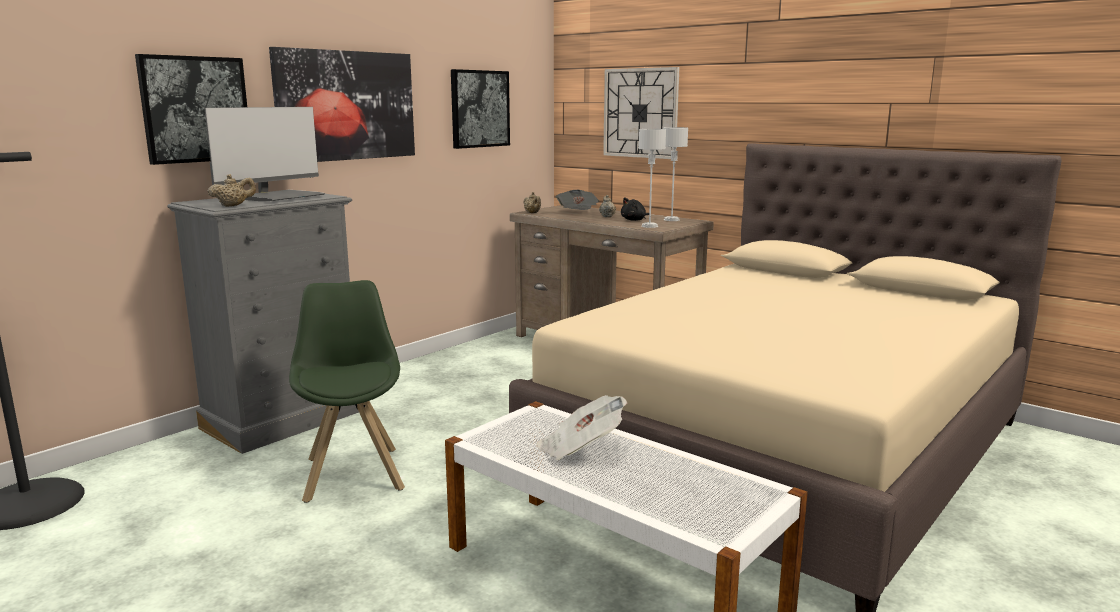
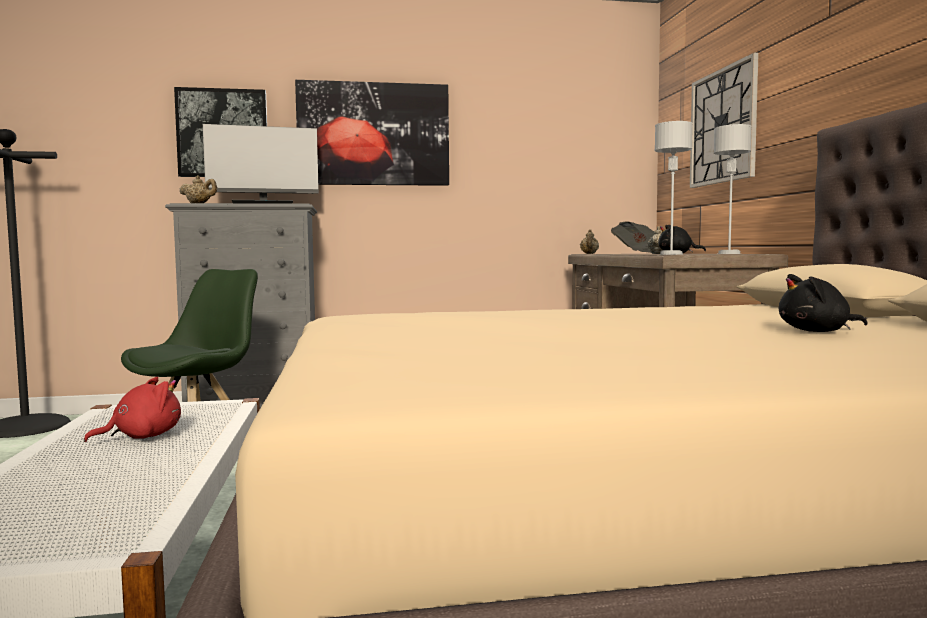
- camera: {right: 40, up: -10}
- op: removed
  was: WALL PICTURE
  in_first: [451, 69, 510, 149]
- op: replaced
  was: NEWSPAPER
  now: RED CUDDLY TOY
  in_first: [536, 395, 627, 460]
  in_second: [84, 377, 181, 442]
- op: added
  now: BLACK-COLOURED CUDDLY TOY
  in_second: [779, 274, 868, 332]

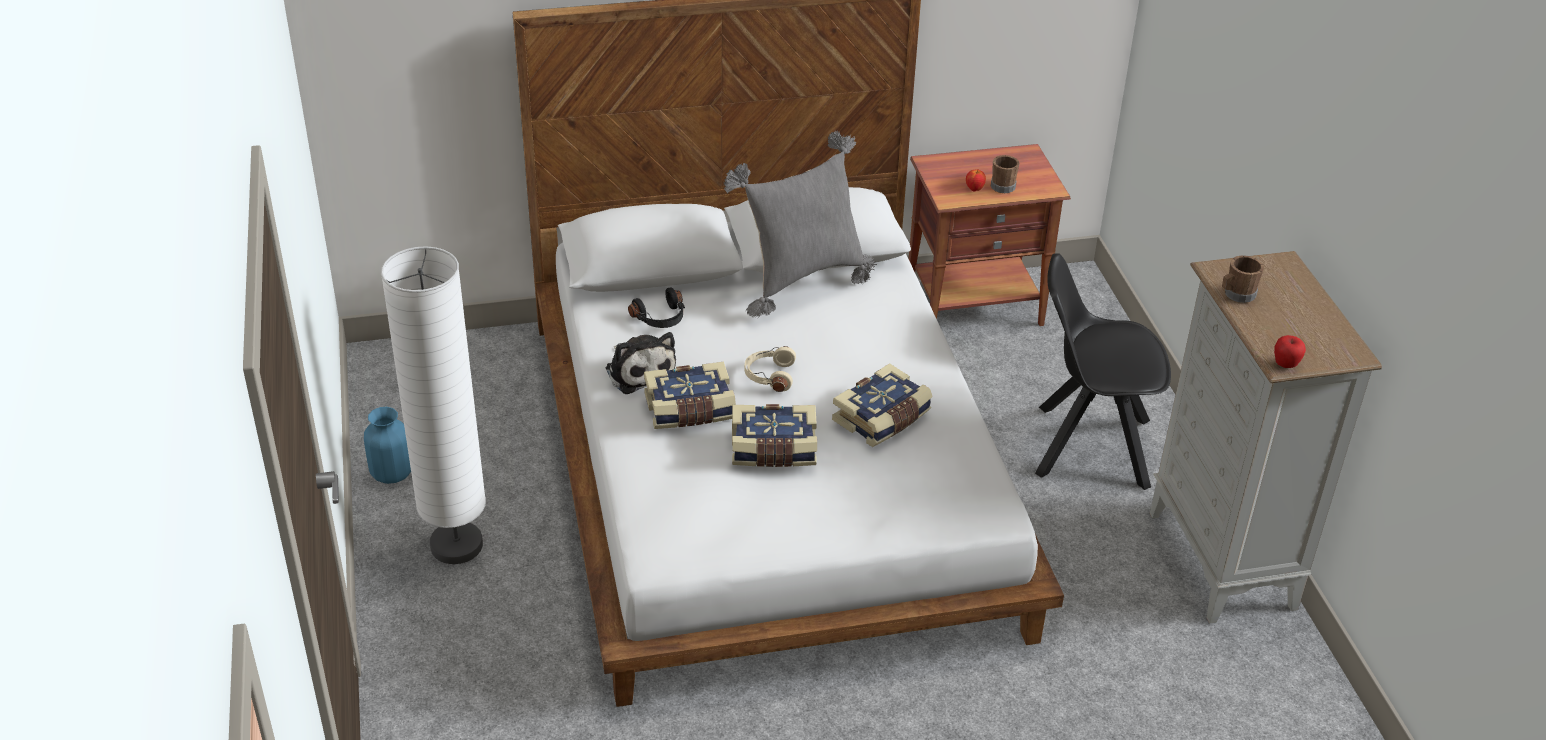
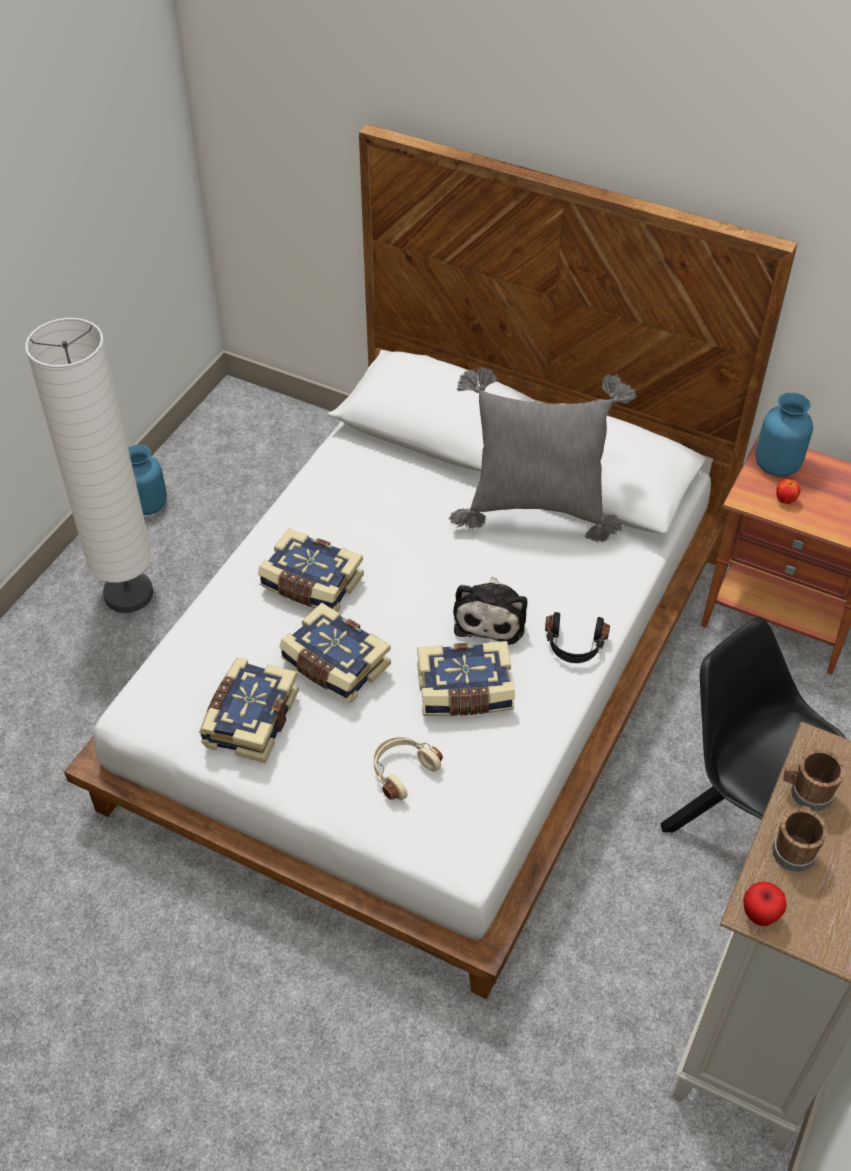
- camera: {right: 40, up: 10}
- op: moved
  was: BROWN-COLOURED TEA MUG
  in_first: [991, 155, 1020, 193]
  in_second: [773, 805, 828, 872]
- op: moved
  was: BLACK-COLOURED HEADSET
  in_first: [628, 288, 685, 328]
  in_second: [545, 612, 610, 663]
- op: moved
  was: CUDDLY TOY
  in_first: [606, 332, 676, 394]
  in_second: [453, 577, 527, 645]
- op: moved
  was: SAND-COLOURED HEADSET
  in_first: [745, 346, 796, 392]
  in_second: [374, 737, 443, 800]
- op: added
  now: BLUE-COLOURED VASE
  in_second: [755, 393, 813, 476]
- op: added
  now: BOUND BOOK
  in_second: [199, 657, 299, 763]

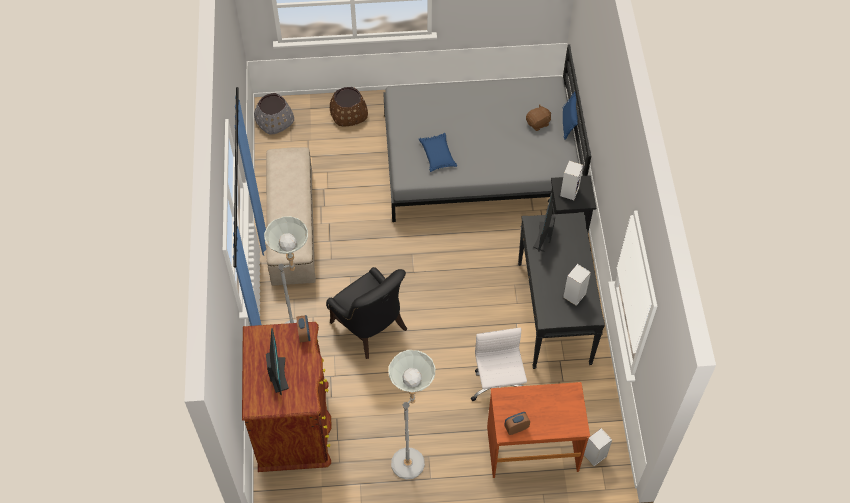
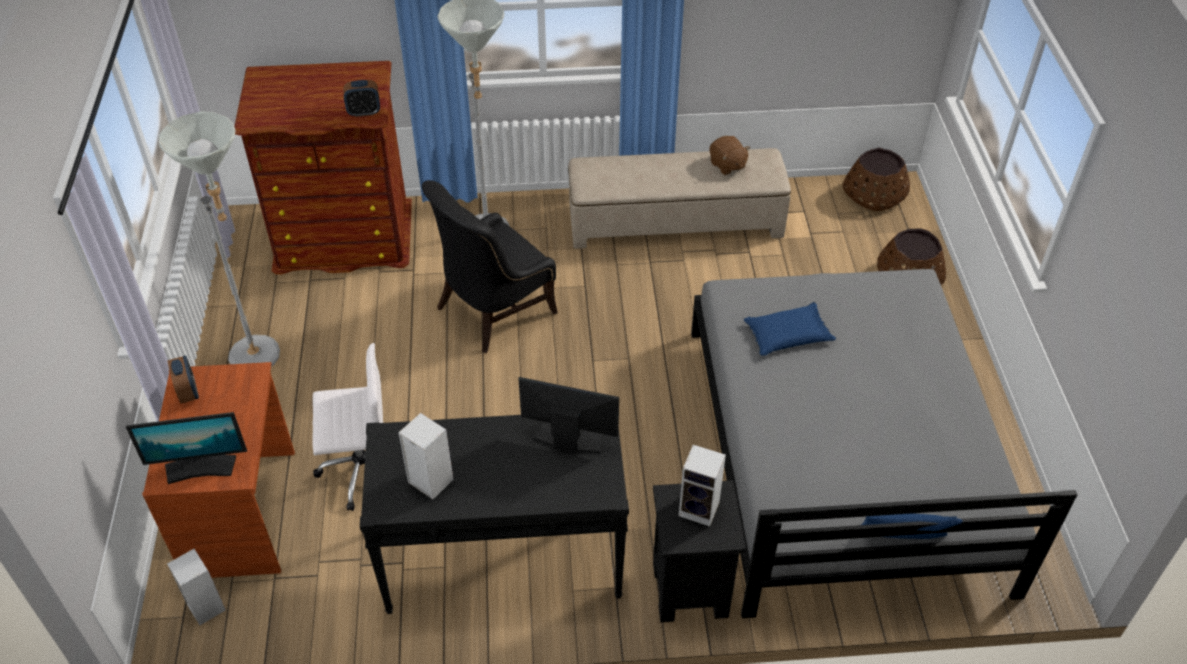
- camera: {right: 90, up: -10}
- op: recoloured
  was: GRAY PLANT POT
  now: BROWN-COLOURED PLANT POT
  in_first: [254, 93, 294, 135]
  in_second: [843, 148, 910, 211]
- op: moved
  was: BROWN-COLOURED CUDDLY TOY
  in_first: [526, 104, 551, 131]
  in_second: [709, 136, 750, 175]
- op: moved
  was: MONITOR
  in_first: [266, 328, 289, 395]
  in_second: [126, 412, 247, 484]

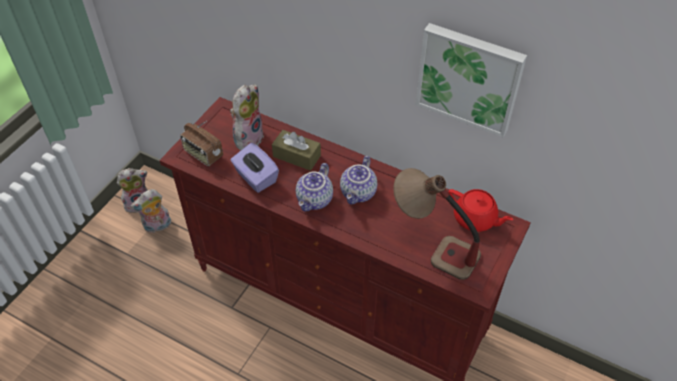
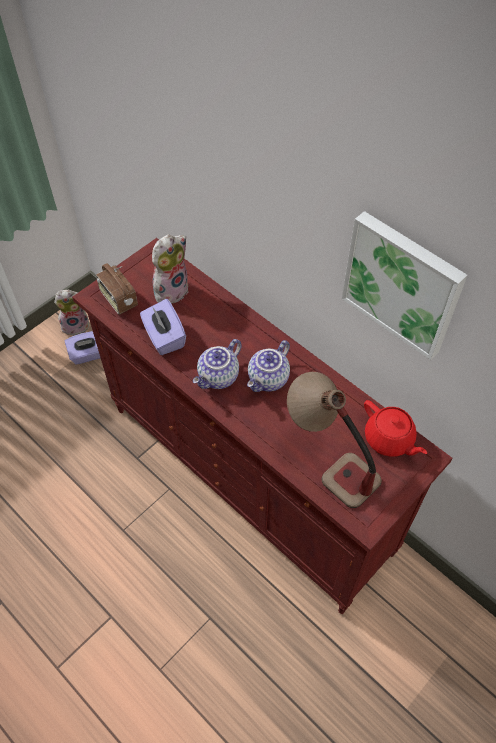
- camera: {right: 15, up: 5}
- op: removed
  was: BROWN-COLOURED TISSUE BOX
  in_first: [272, 130, 321, 171]
- op: replaced
  was: CUDDLY TOY
  now: PURPLISH TISSUE BOX
  in_first: [130, 189, 171, 233]
  in_second: [65, 331, 100, 364]

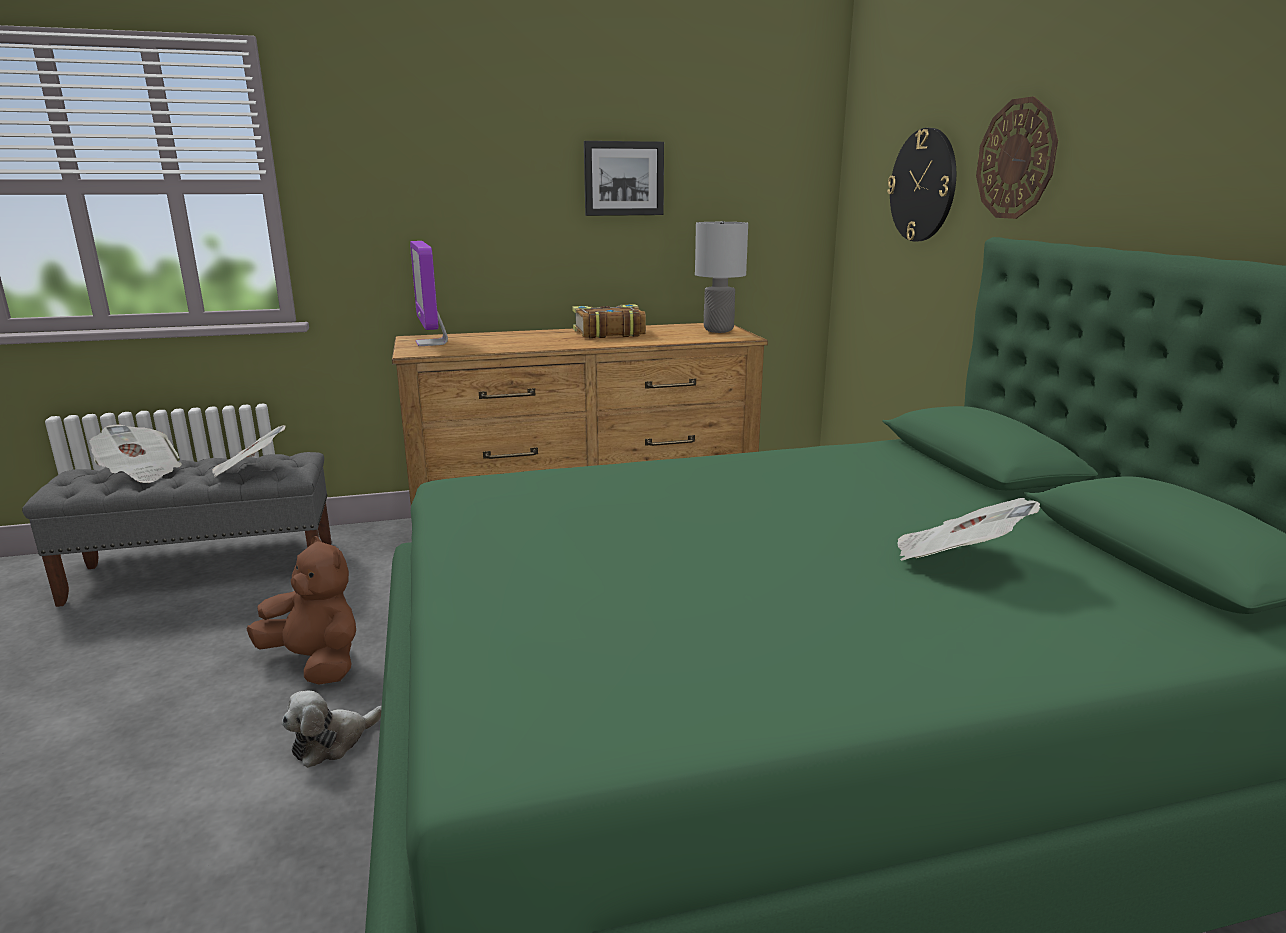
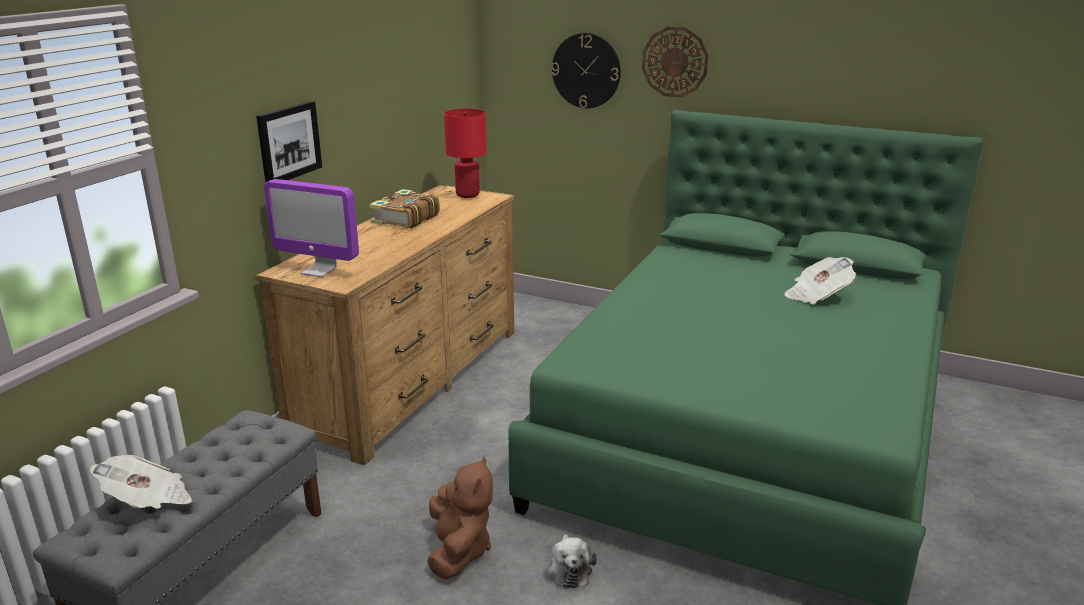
- camera: {right: -50, up: 5}
- op: moved
  was: WALL PICTURE
  in_first: [584, 141, 664, 216]
  in_second: [256, 101, 322, 183]
- op: recoloured
  was: GRAY LAMP FOR A TABLE
  now: RED LAMP FOR A TABLE
  in_first: [695, 221, 748, 333]
  in_second: [444, 109, 487, 198]
- op: removed
  was: NEWSPAPER
  in_first: [212, 425, 285, 477]
- op: turned
  was: BROWN-COLOURED CUDDLY TOY
  in_first: [246, 536, 356, 685]
  in_second: [427, 456, 493, 579]
  clockwise: 105

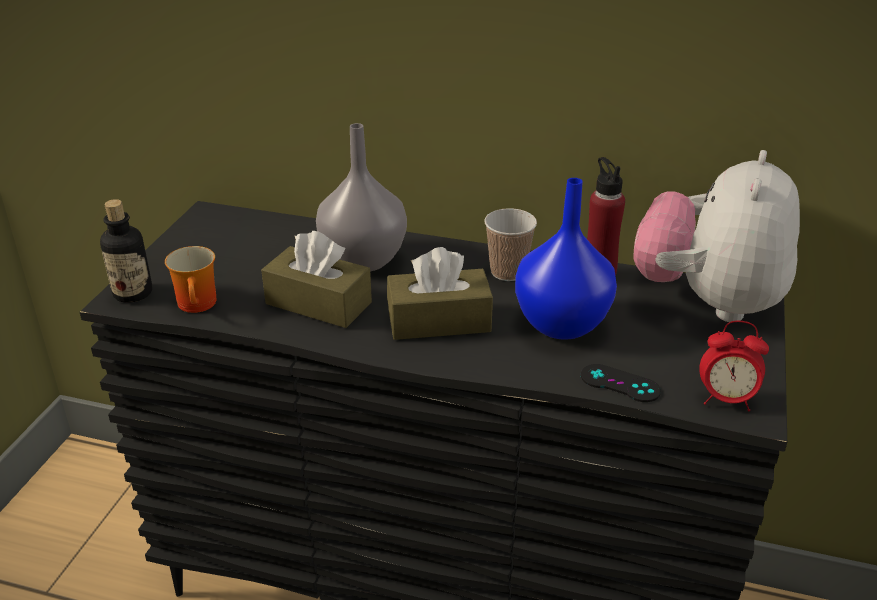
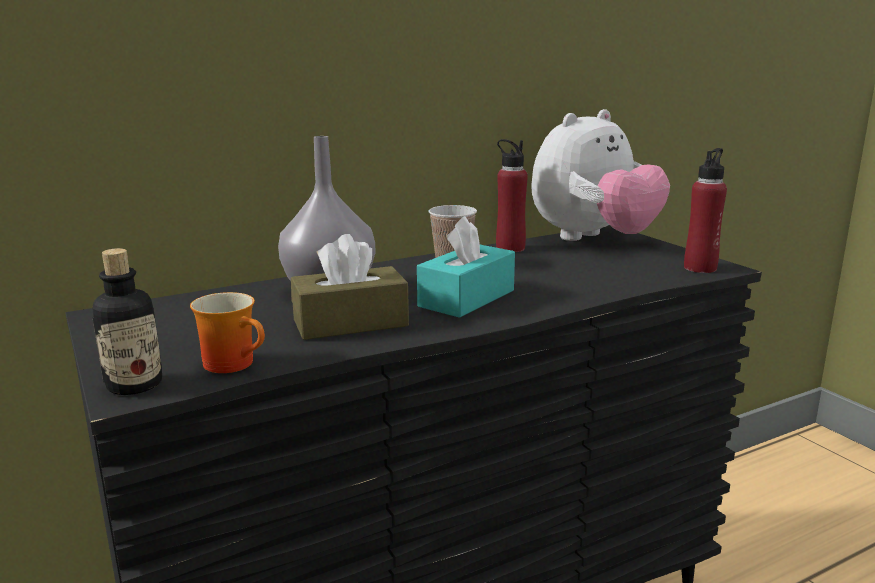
- camera: {right: -45, up: -15}
- op: turned
  was: CUDDLY TOY
  in_first: [633, 150, 800, 322]
  in_second: [531, 109, 670, 241]
  clockwise: -105
- op: removed
  was: BLUE-COLOURED VASE
  in_first: [515, 178, 617, 340]
- op: recoloured
  was: BROWN-COLOURED TISSUE BOX
  now: BLUE-GREEN TISSUE BOX
  in_first: [387, 247, 493, 340]
  in_second: [417, 216, 515, 318]
- op: replaced
  was: BEDSIDE CLOCK
  now: RED DRINK BOTTLE
  in_first: [699, 321, 769, 411]
  in_second: [684, 148, 727, 273]
- op: removed
  was: BLACK-COLOURED GAMEPAD
  in_first: [581, 364, 661, 402]

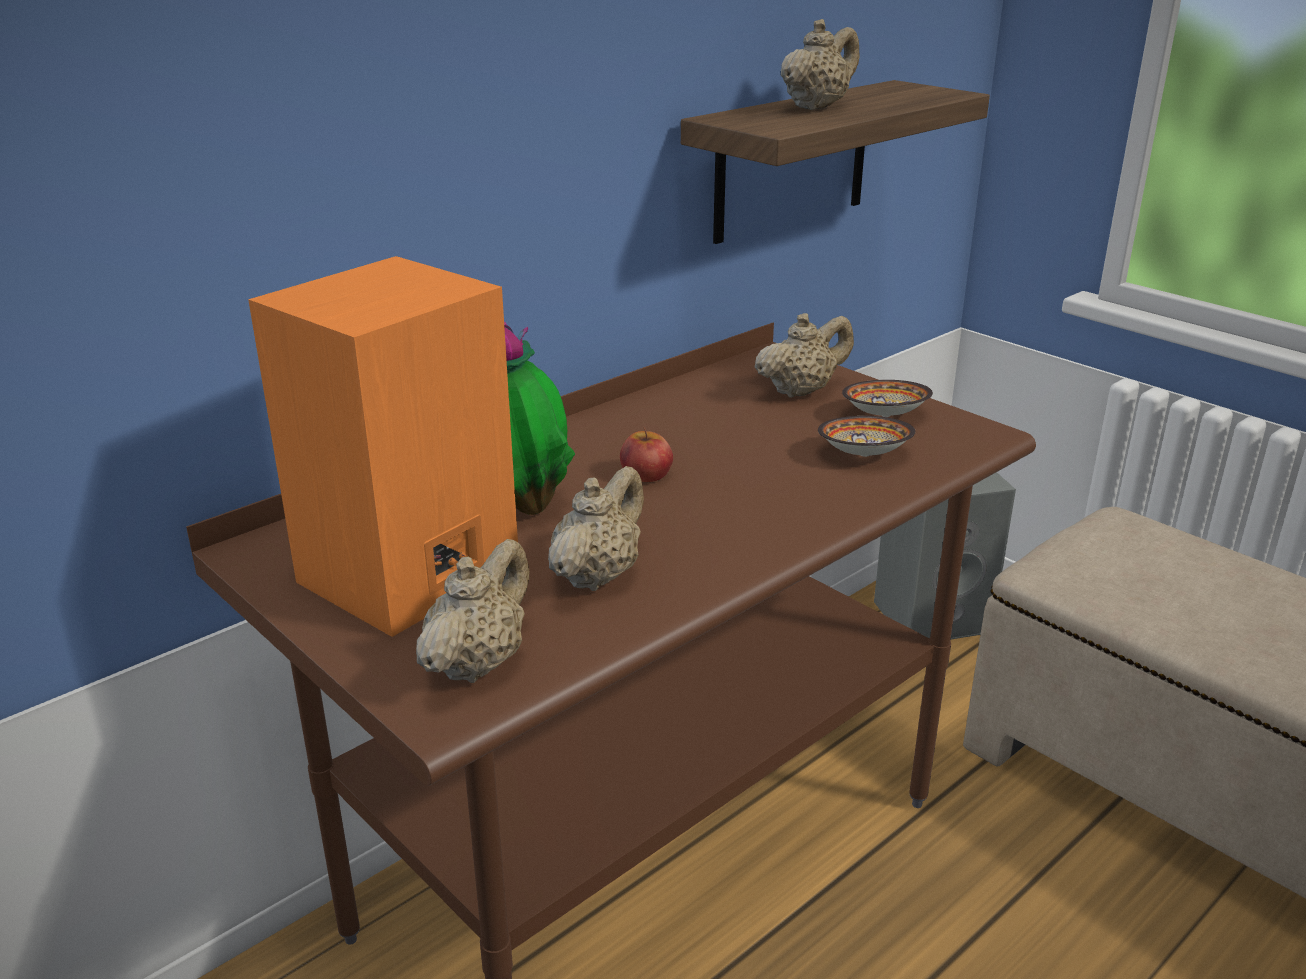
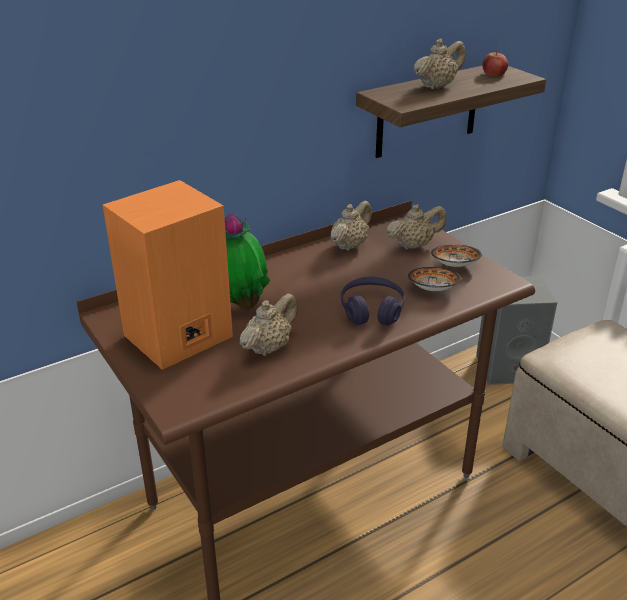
- camera: {right: 10, up: 5}
- op: moved
  was: WHOLE APPLE
  in_first: [620, 427, 673, 482]
  in_second: [482, 50, 508, 76]
- op: moved
  was: SAND-COLOURED TEAPOT
  in_first: [416, 539, 529, 683]
  in_second: [330, 201, 371, 251]
- op: added
  now: PURPLISH HEADSET
  in_second: [341, 277, 405, 326]

